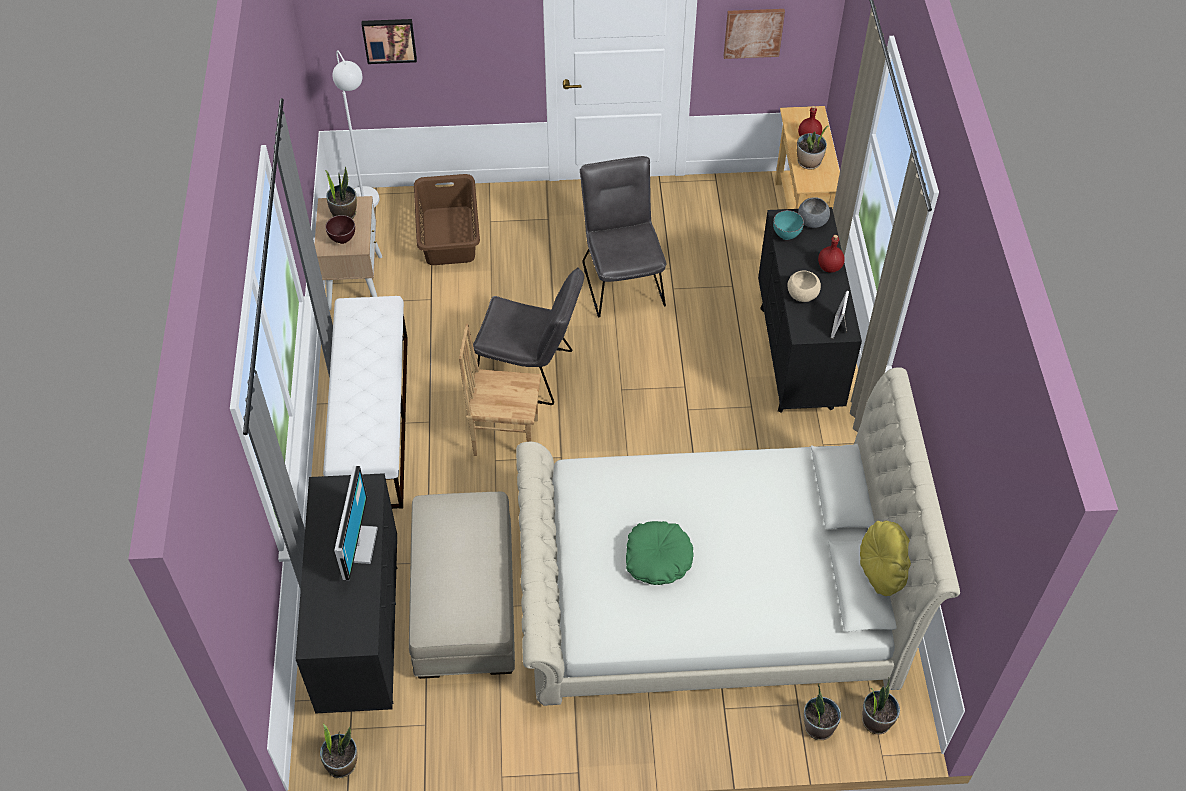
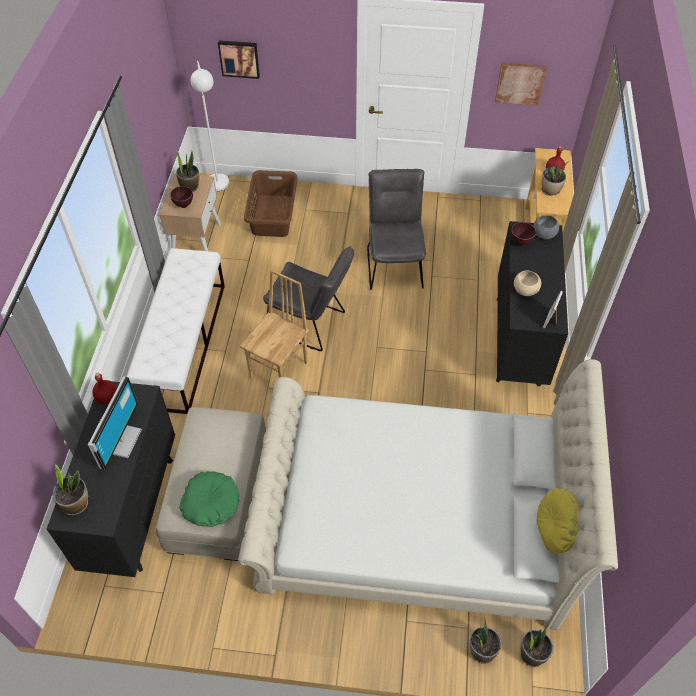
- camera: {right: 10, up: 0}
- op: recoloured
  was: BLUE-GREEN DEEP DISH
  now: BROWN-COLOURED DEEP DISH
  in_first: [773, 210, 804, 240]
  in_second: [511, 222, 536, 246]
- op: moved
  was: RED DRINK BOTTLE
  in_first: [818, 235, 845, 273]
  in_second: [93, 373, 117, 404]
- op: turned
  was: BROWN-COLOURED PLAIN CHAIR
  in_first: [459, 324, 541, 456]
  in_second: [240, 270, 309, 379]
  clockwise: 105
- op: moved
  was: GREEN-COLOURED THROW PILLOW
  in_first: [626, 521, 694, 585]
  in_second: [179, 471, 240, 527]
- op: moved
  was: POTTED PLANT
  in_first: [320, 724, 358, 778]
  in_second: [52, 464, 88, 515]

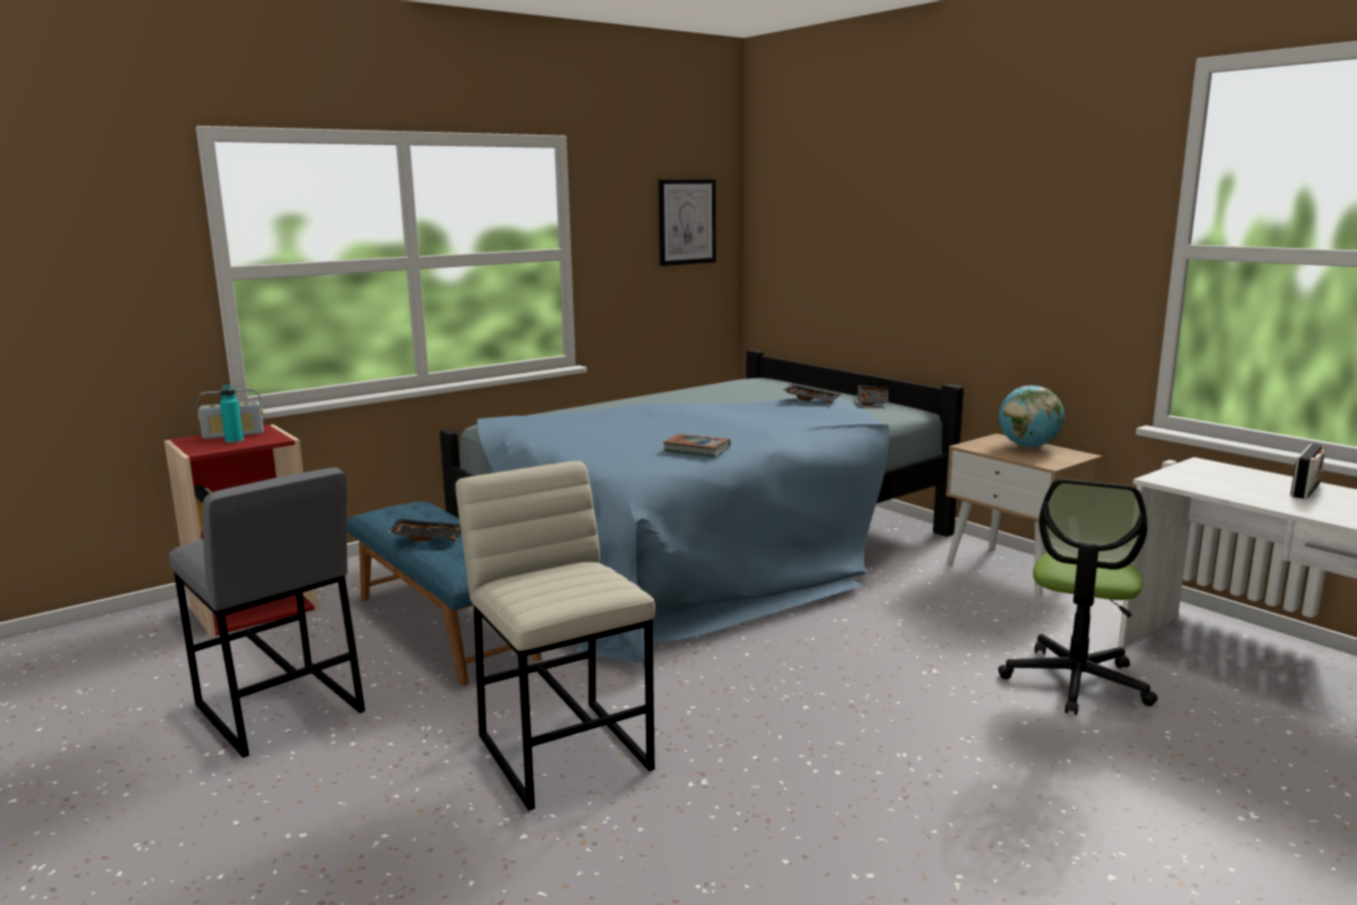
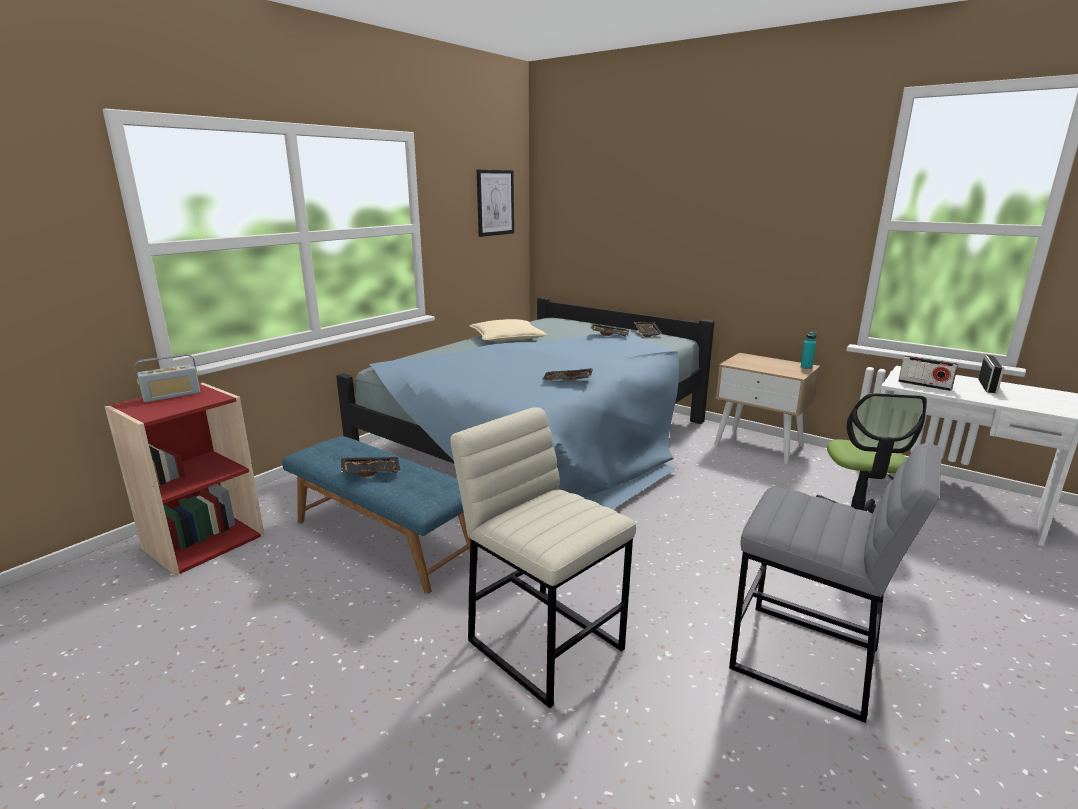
- camera: {right: -15, up: 5}
- op: moved
  was: BLUE-GREEN DRINK BOTTLE
  in_first: [220, 384, 244, 443]
  in_second: [801, 332, 816, 369]
- op: removed
  was: GLOBE
  in_first: [999, 385, 1064, 448]
- op: replaced
  was: BOUND BOOK
  now: BLACK-COLOURED SERVING TRAY
  in_first: [663, 434, 730, 457]
  in_second: [542, 368, 593, 381]
- op: moved
  was: GRAY PLAIN CHAIR
  in_first: [169, 468, 365, 758]
  in_second: [729, 443, 941, 723]
- op: added
  now: SAND-COLOURED THROW PILLOW
  in_second: [470, 319, 547, 342]
- op: added
  now: RADIO RECEIVER
  in_second: [898, 355, 958, 391]

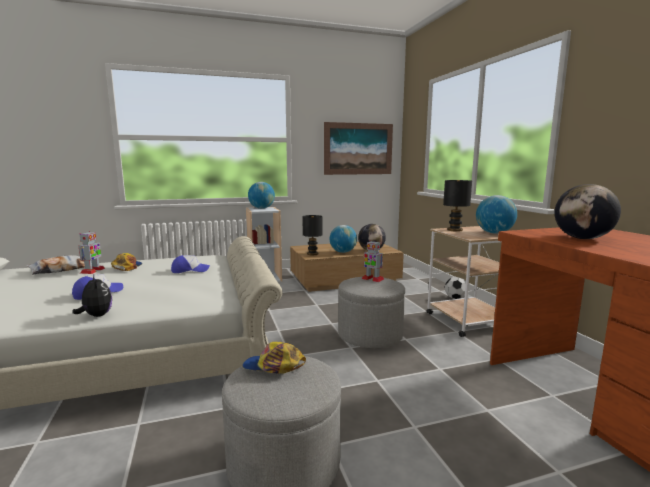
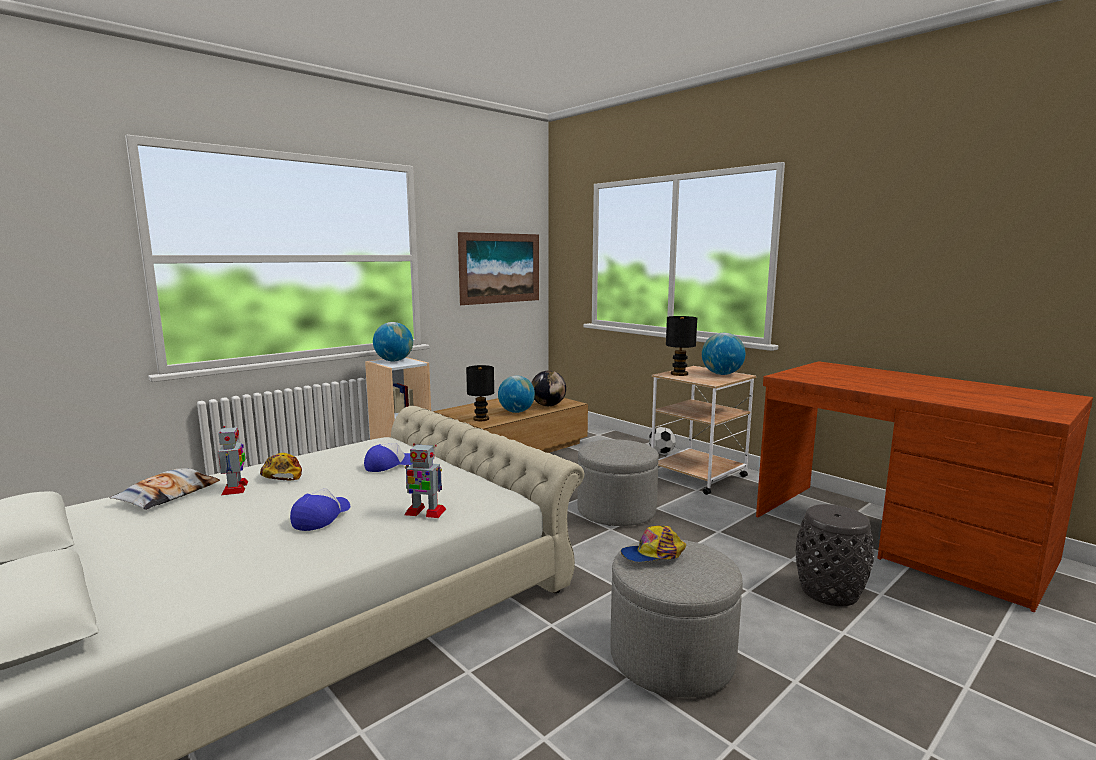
- camera: {right: -25, up: 0}
- op: removed
  was: GLOBE
  in_first: [554, 184, 621, 239]
- op: moved
  was: TOY ROBOT
  in_first: [361, 241, 384, 282]
  in_second: [405, 443, 446, 518]
- op: removed
  was: CUDDLY TOY
  in_first: [73, 275, 112, 317]
- op: added
  now: GRAY STOOL SEAT
  in_second: [796, 504, 874, 606]

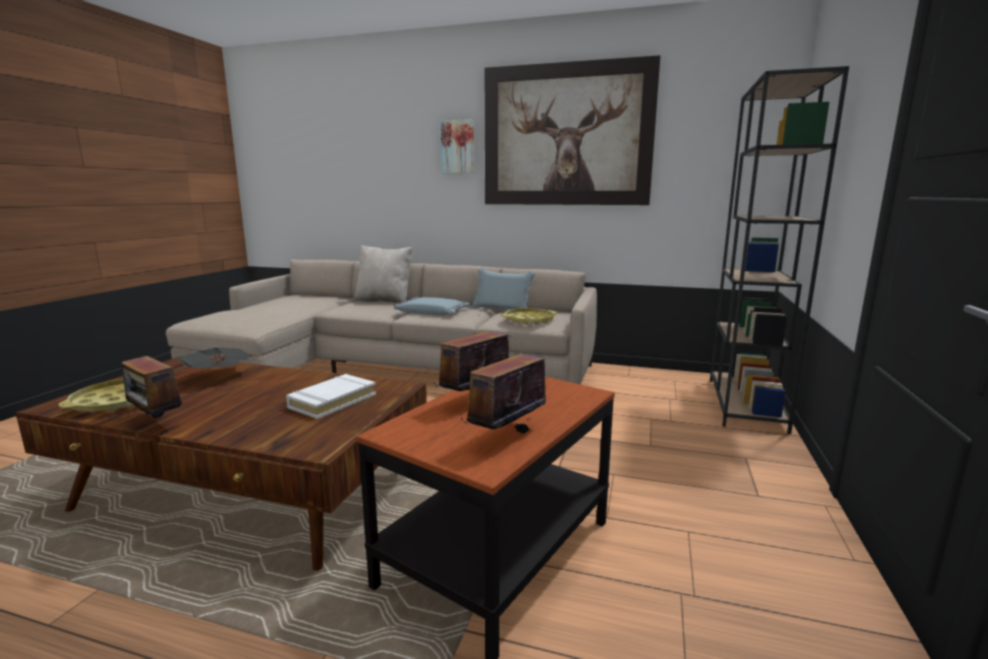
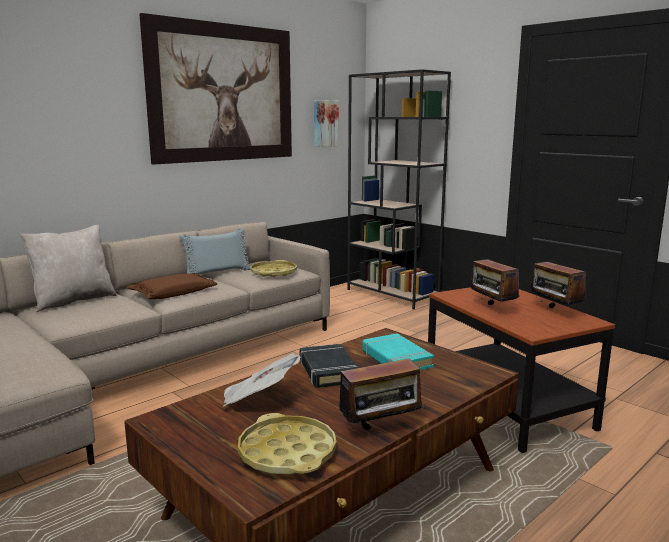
- camera: {right: -60, up: 0}
- op: moved
  was: WALL PICTURE
  in_first: [441, 119, 474, 173]
  in_second: [314, 100, 339, 147]
- op: recoloured
  was: BLUE-COLOURED THROW PILLOW
  now: BROWN-COLOURED THROW PILLOW
  in_first: [394, 297, 470, 315]
  in_second: [127, 273, 218, 299]
- op: recoloured
  was: WHITISH BOUND BOOK
  now: BLUE-GREEN BOUND BOOK
  in_first: [286, 374, 376, 419]
  in_second: [362, 333, 434, 370]
- op: added
  now: BLACK-COLOURED BOUND BOOK
  in_second: [300, 344, 359, 388]

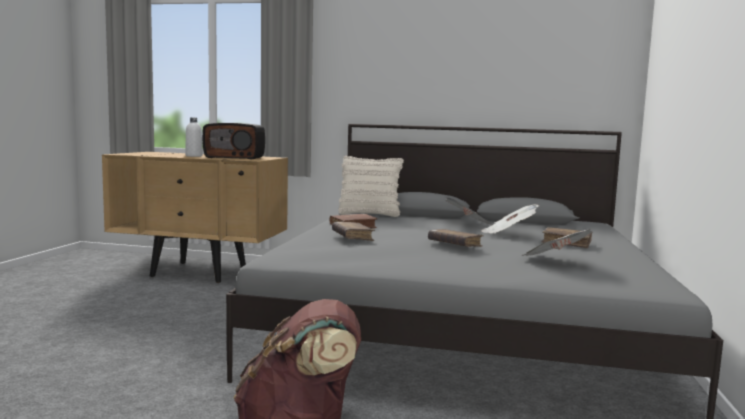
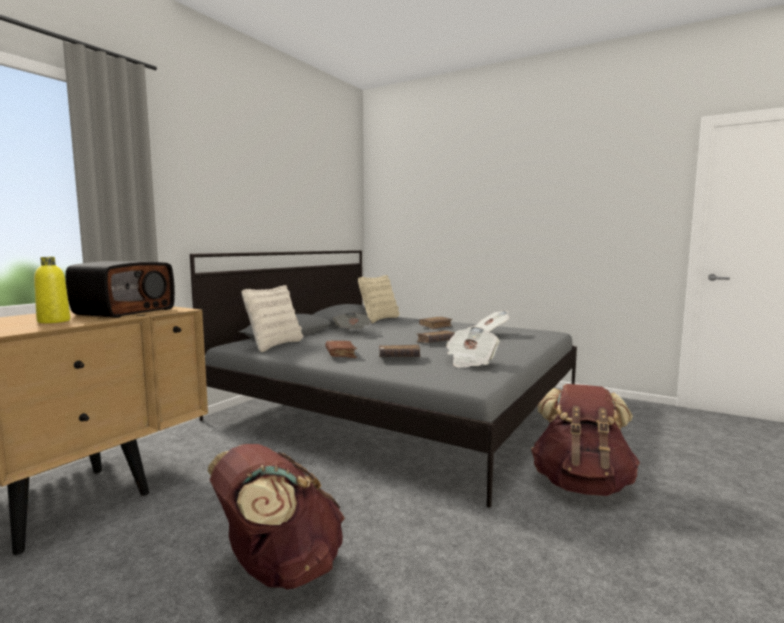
- camera: {right: -70, up: 0}
- op: recoloured
  was: WHITISH DRINK BOTTLE
  now: YELLOWISH DRINK BOTTLE
  in_first: [185, 117, 203, 157]
  in_second: [34, 257, 70, 323]
- op: moved
  was: NEWSPAPER
  in_first: [482, 204, 539, 234]
  in_second: [446, 326, 500, 368]
- op: added
  now: SAND-COLOURED THROW PILLOW
  in_second: [358, 275, 400, 323]
- op: added
  now: BROWN-COLOURED KNAPSACK
  in_second: [208, 444, 345, 590]

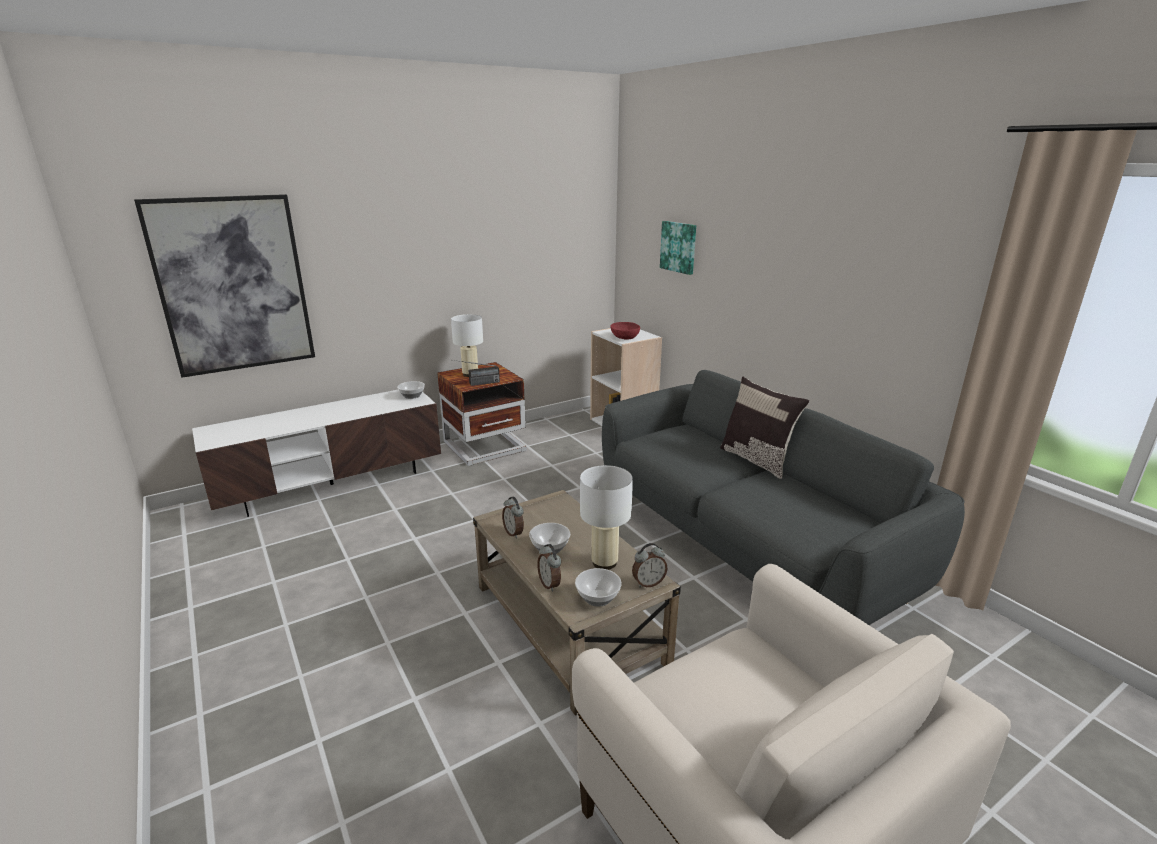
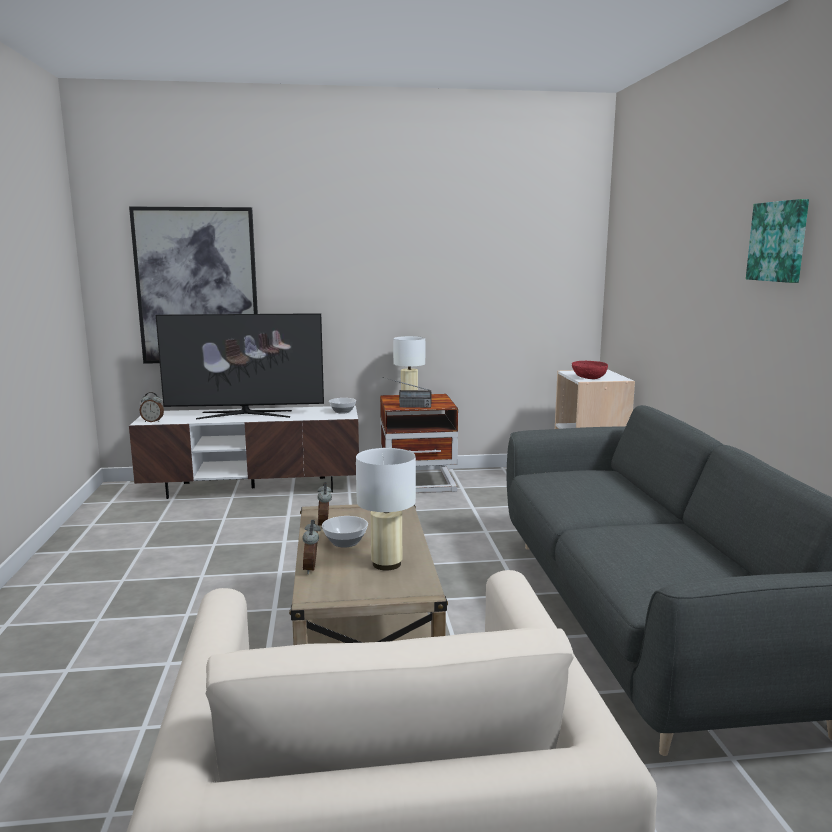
- camera: {right: 25, up: -10}
- op: moved
  was: WALL PICTURE
  in_first: [660, 221, 696, 275]
  in_second: [746, 199, 809, 283]
- op: removed
  was: THROW PILLOW
  in_first: [720, 377, 809, 479]
- op: moved
  was: BEDSIDE CLOCK
  in_first: [632, 543, 667, 587]
  in_second: [140, 392, 164, 422]
- op: removed
  was: DEEP DISH
  in_first: [575, 568, 622, 607]
- op: added
  now: TV
  in_second: [156, 313, 324, 420]

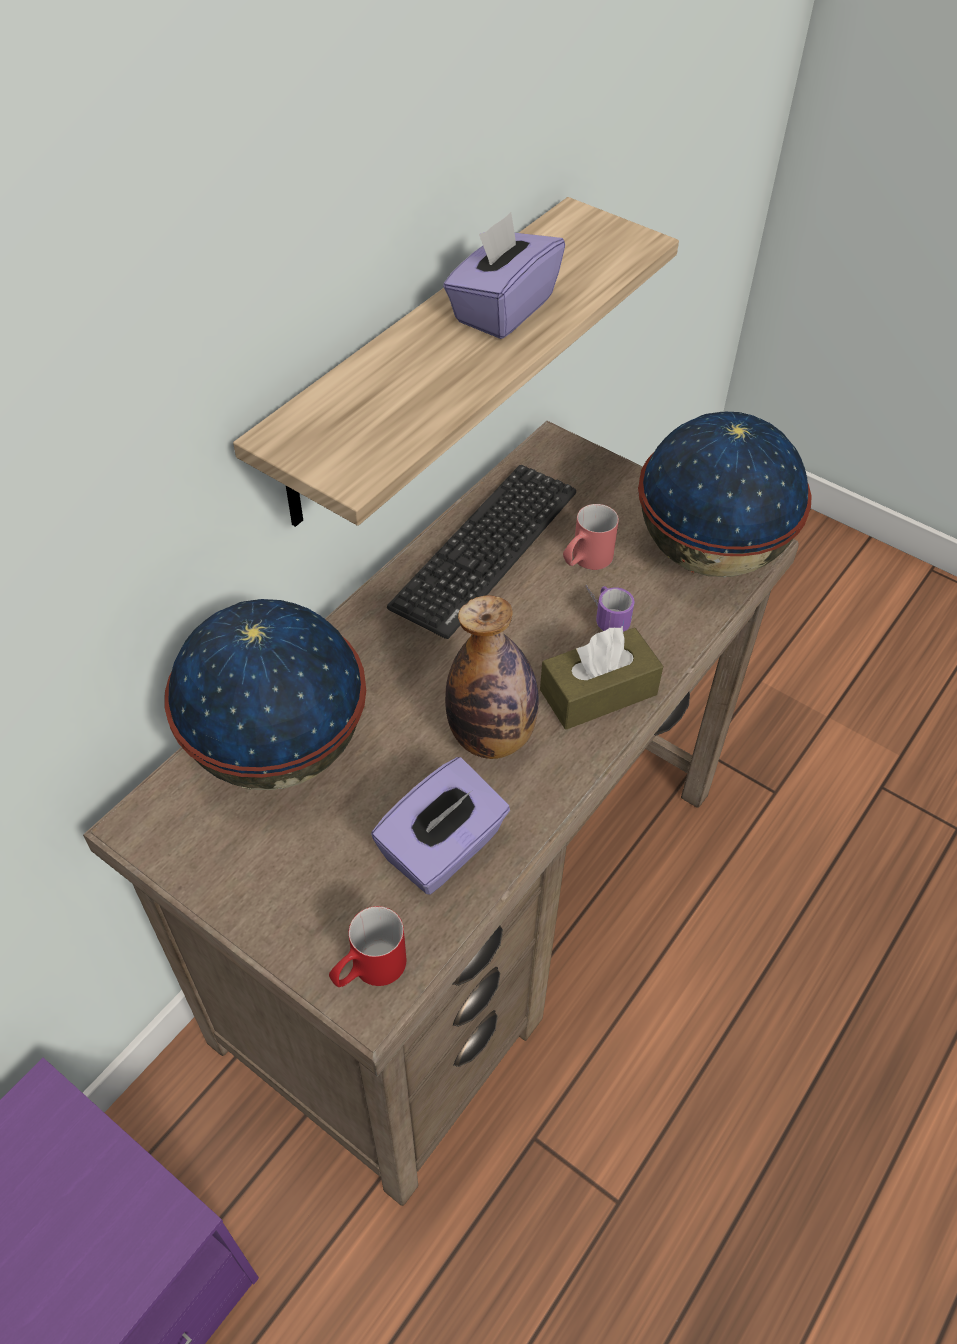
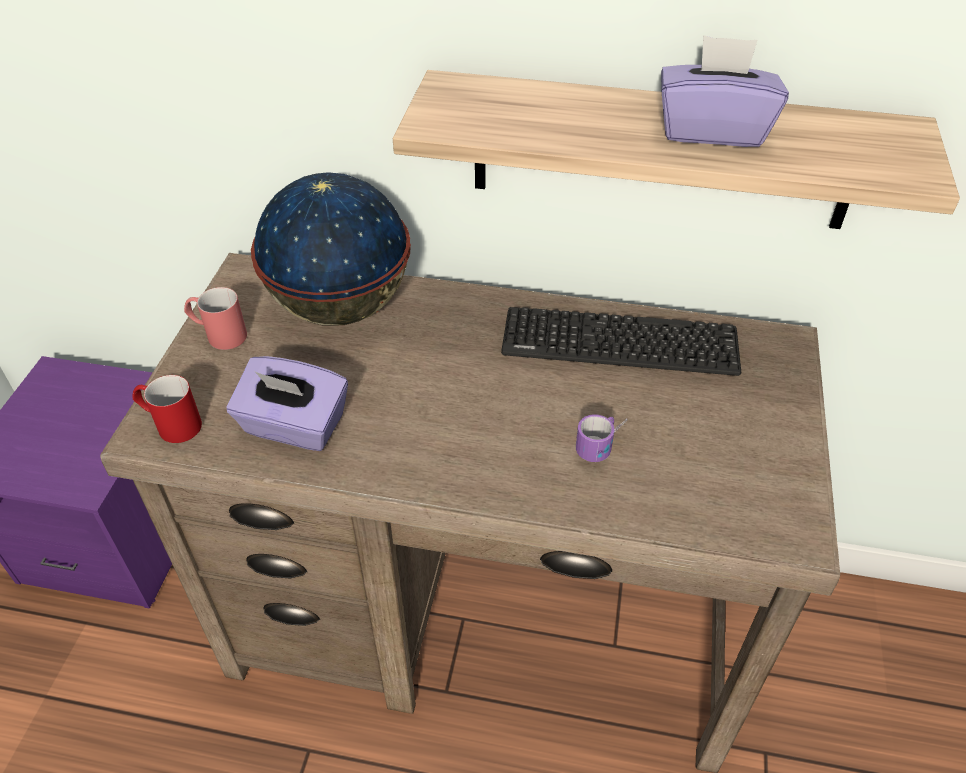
- camera: {right: 65, up: -5}
- op: removed
  was: GLOBE
  in_first: [638, 412, 812, 577]
- op: moved
  was: RED TEA MUG
  in_first: [563, 504, 619, 570]
  in_second: [184, 287, 247, 350]
- op: removed
  was: DRINK BOTTLE
  in_first: [445, 595, 539, 759]
- op: removed
  was: BROWN-COLOURED TISSUE BOX
  in_first: [540, 626, 663, 730]

